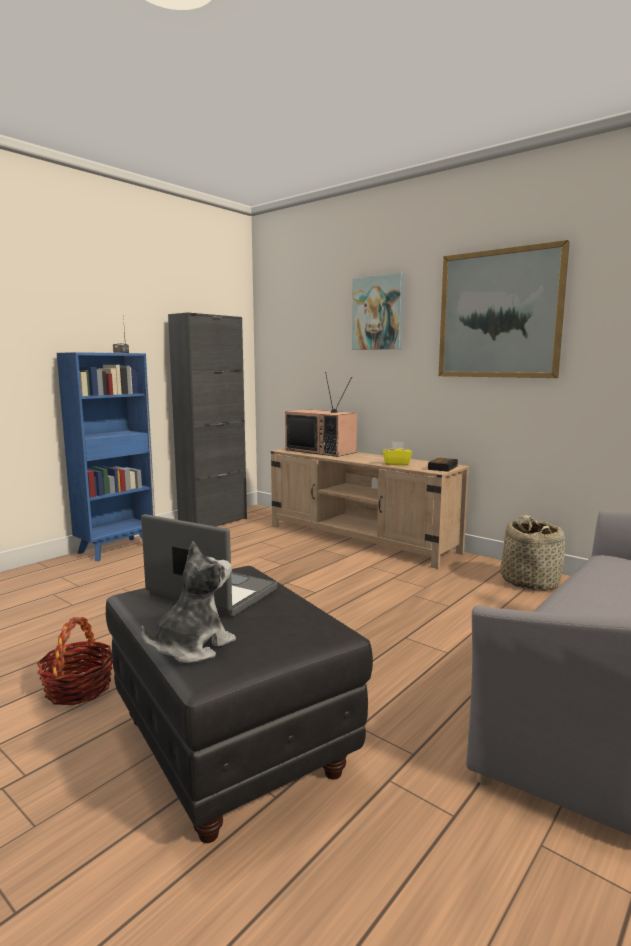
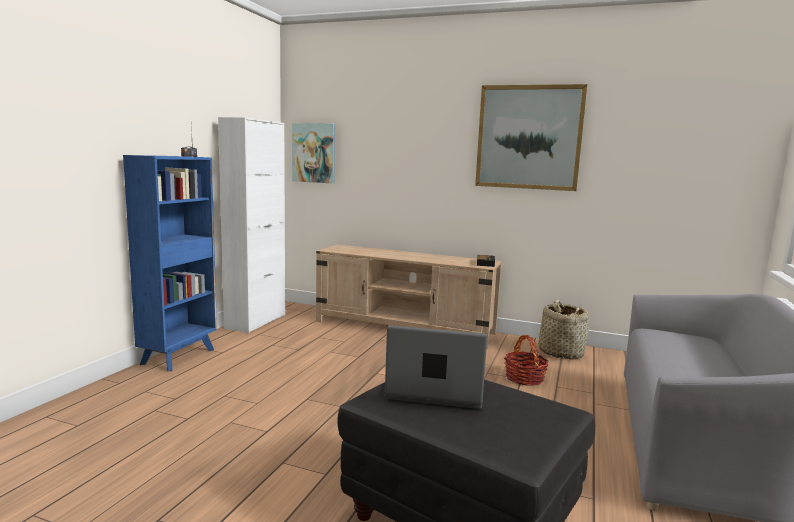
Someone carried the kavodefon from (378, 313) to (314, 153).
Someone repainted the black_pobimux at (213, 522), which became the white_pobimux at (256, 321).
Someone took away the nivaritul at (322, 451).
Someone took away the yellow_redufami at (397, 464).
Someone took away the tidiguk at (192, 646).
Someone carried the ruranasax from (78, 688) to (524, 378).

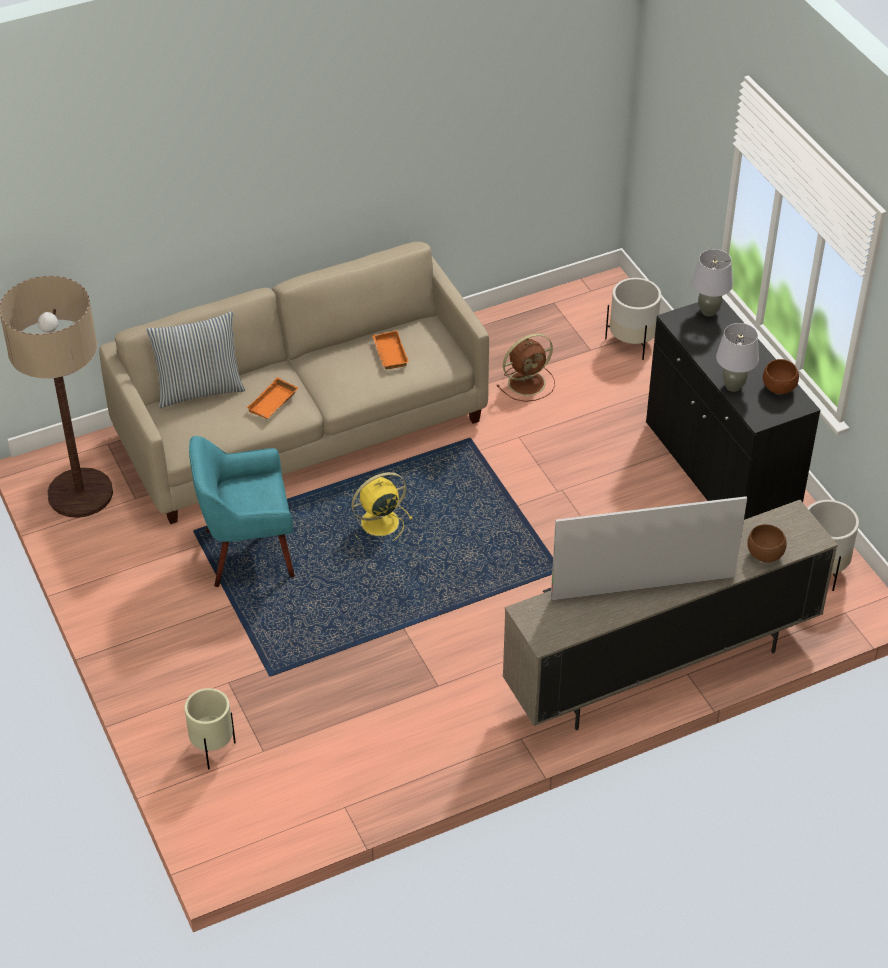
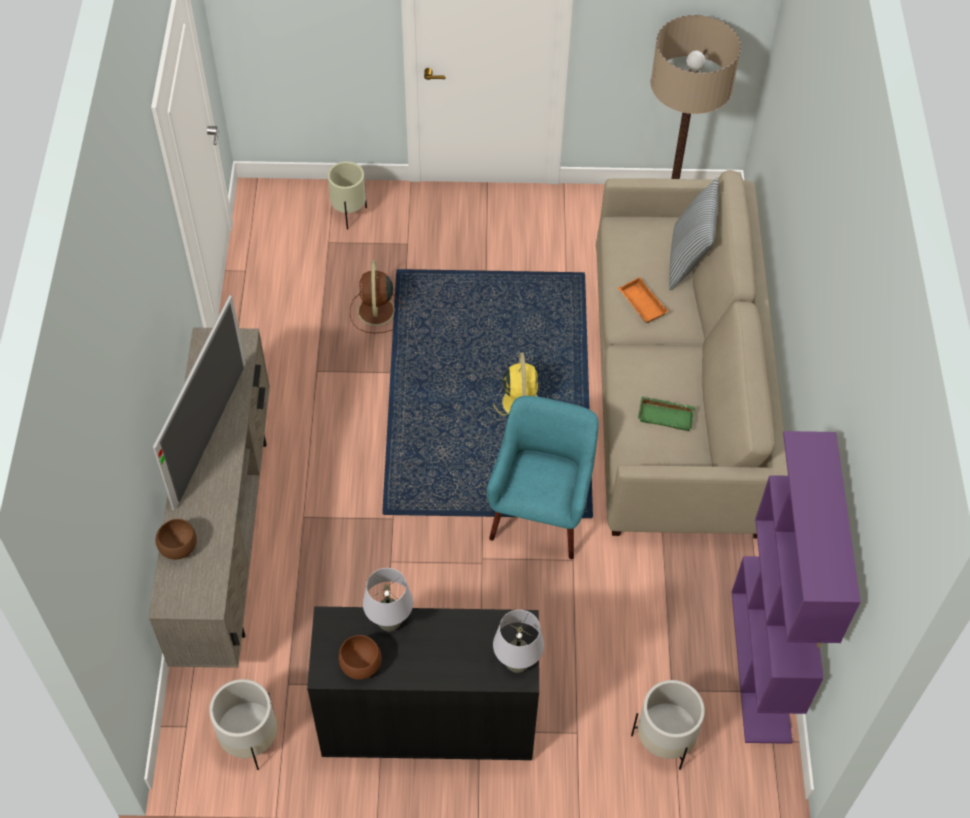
Someone repainted the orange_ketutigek at (388, 353), which became the green_ketutigek at (666, 415).
Someone carried the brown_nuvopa from (528, 382) to (376, 312).
Someone carried the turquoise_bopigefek from (248, 552) to (540, 514).
Someone put down the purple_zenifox at (761, 666).

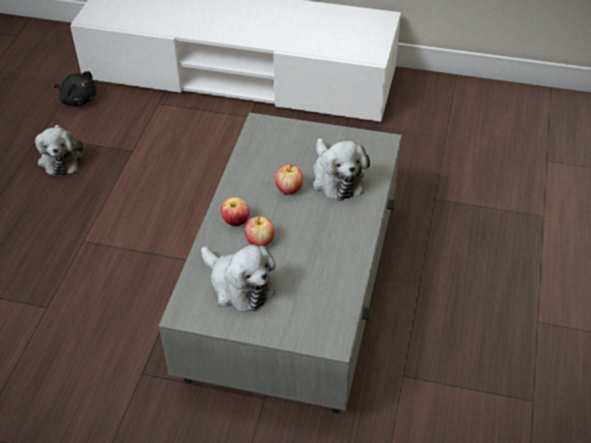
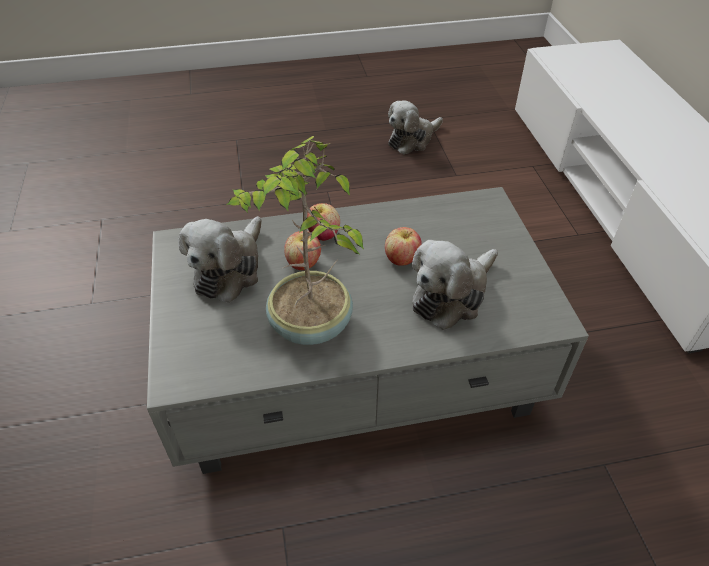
Someone took away the black_tidiguk at (78, 99).
Someone put down the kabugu at (309, 326).

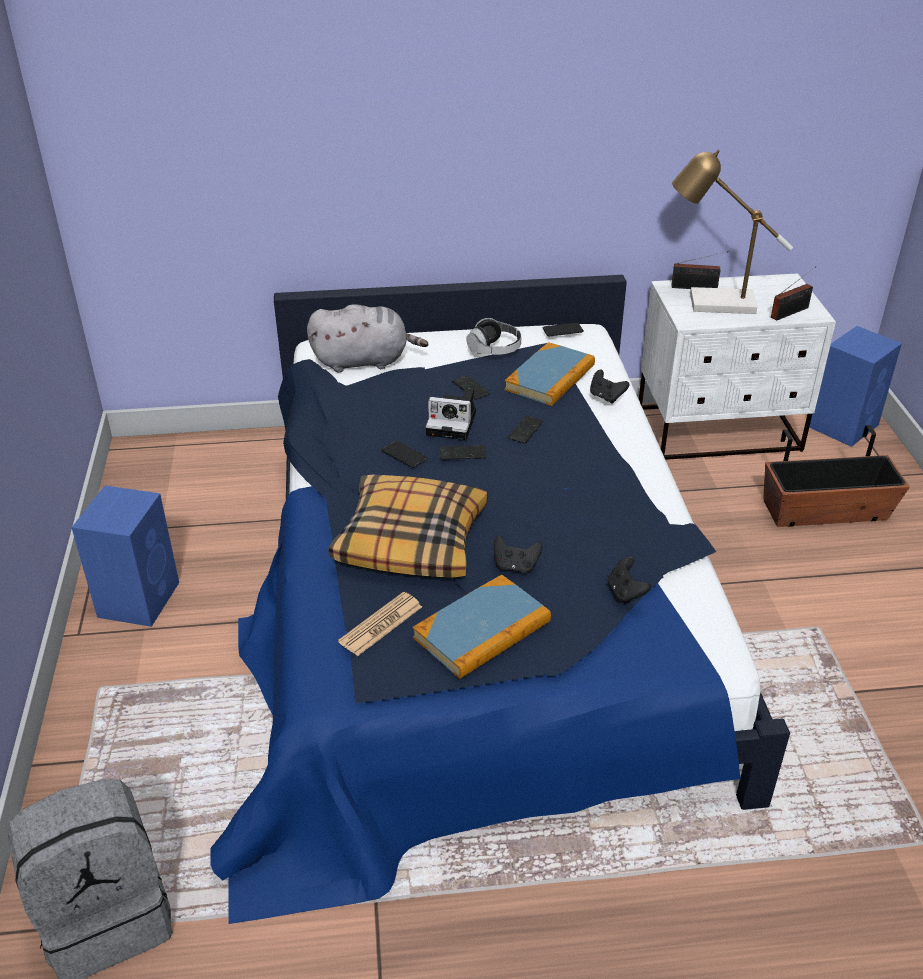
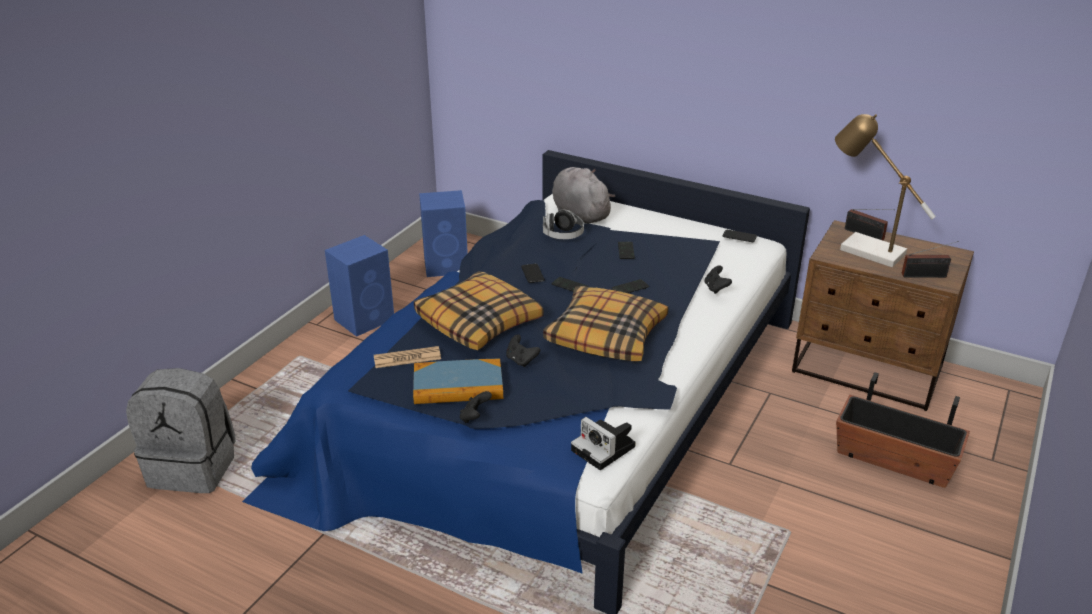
Someone repainted the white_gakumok at (719, 431), which became the brown_gakumok at (867, 370).
Someone rotated the grey_tidiguk at (364, 361) by 150 degrees counterclockwise.
Someone carried the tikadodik from (494, 350) to (563, 236).
Someone carried the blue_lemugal from (844, 425) to (447, 266).
Someone took away the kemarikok at (550, 378).
Someone carried the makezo from (454, 423) to (605, 449).
Someone carried the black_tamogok from (625, 592) to (474, 417).
Someone put down the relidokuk at (606, 335).

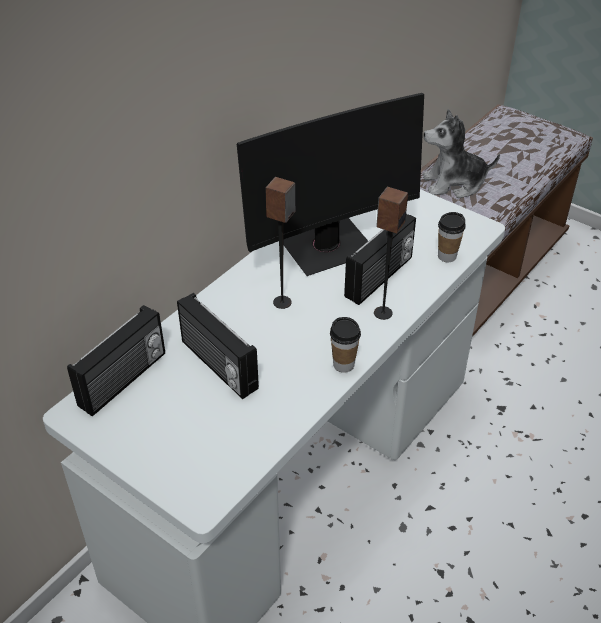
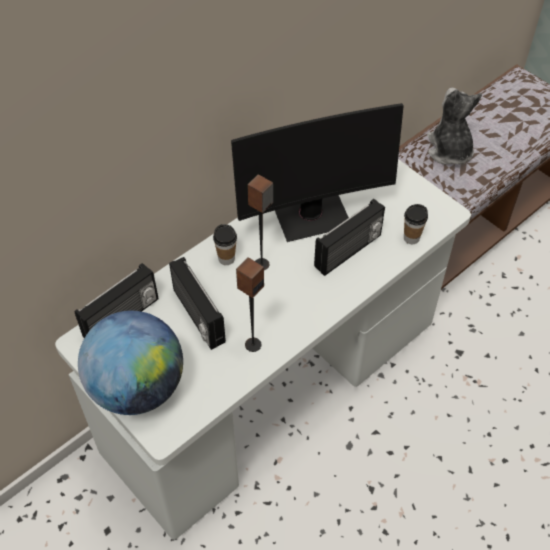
Someone rotated the tidiguk at (454, 184) by 75 degrees clockwise.
Someone carried the lemugal from (382, 313) to (252, 344).
Someone carried the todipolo from (343, 365) to (226, 259).
Someone put down the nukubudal at (137, 387).

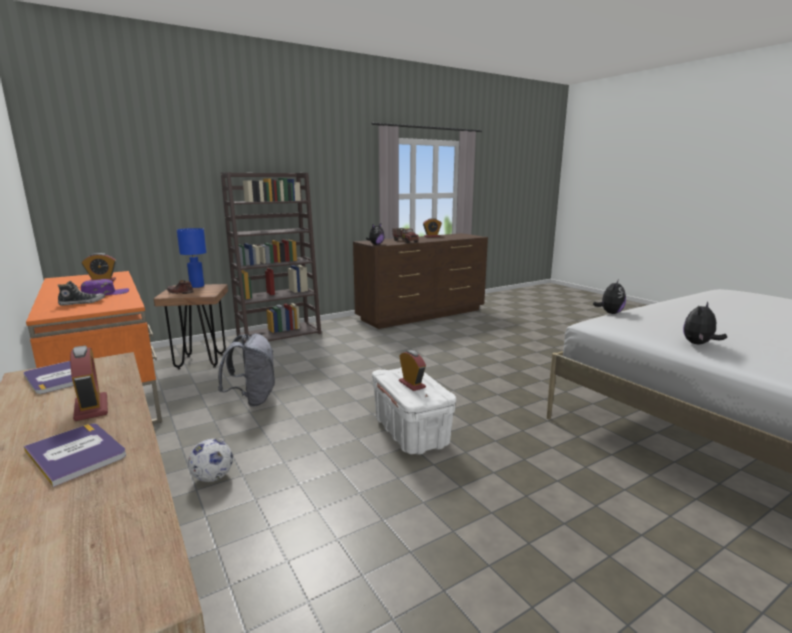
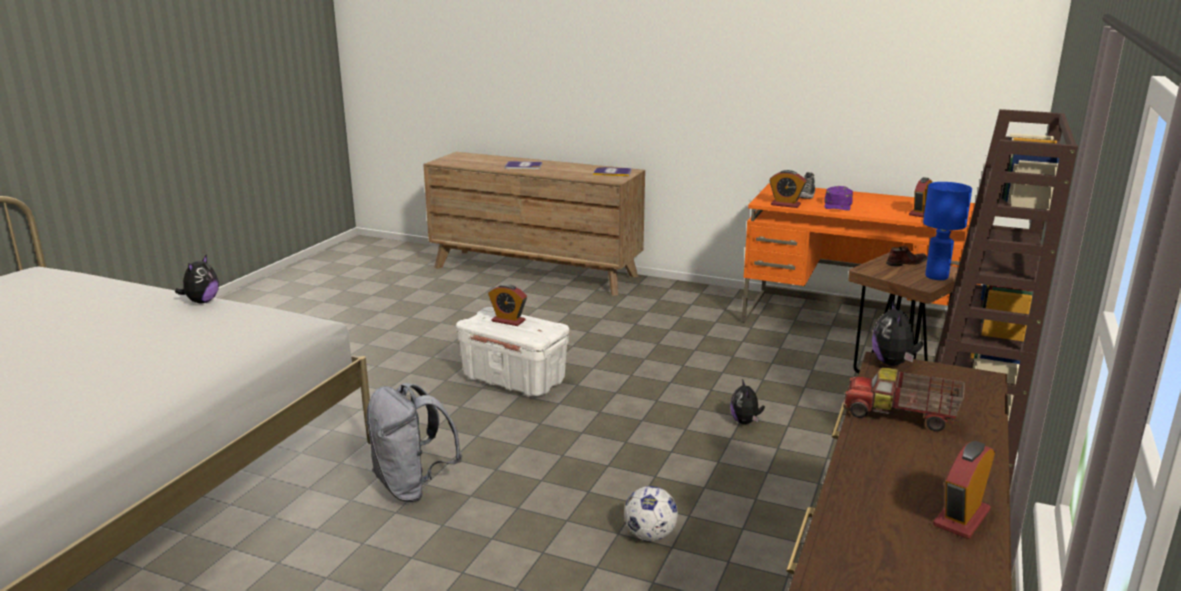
Someone carried the tidiguk from (610, 313) to (745, 422).
Someone carried the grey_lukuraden from (252, 399) to (412, 487).
Someone carried the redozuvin from (91, 408) to (785, 204).
Someone carried the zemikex from (212, 478) to (650, 535).

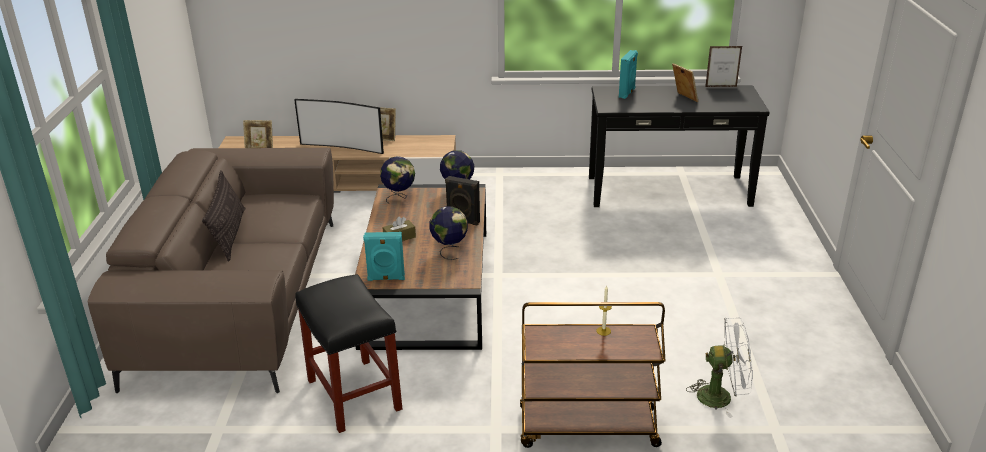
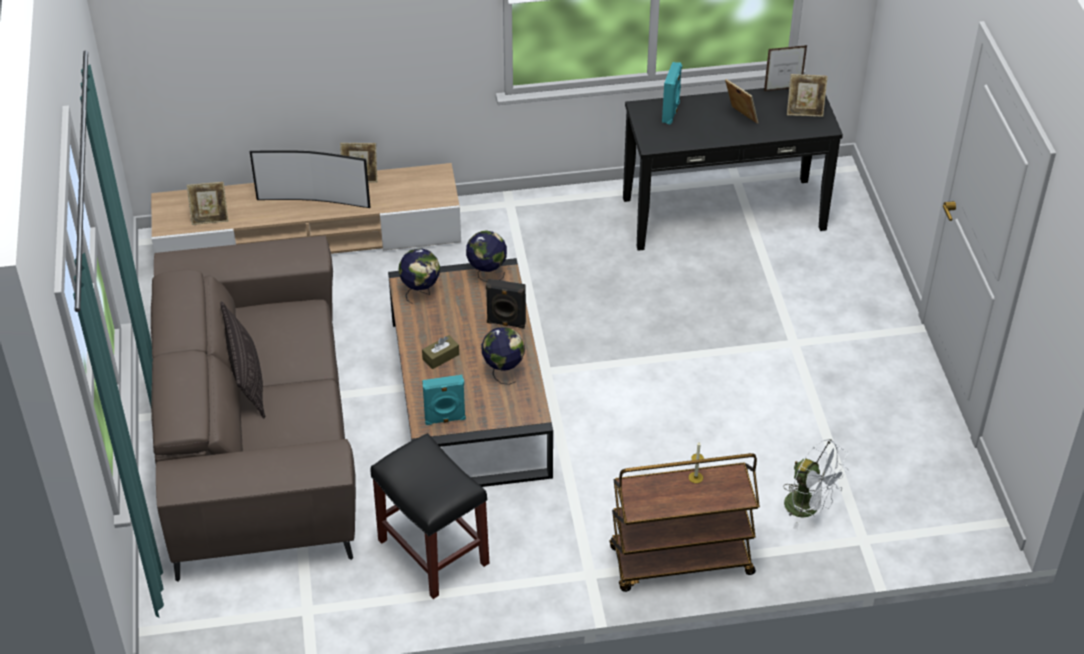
Someone rotated the white_nuvopa at (722, 396) by 45 degrees clockwise.
Someone put down the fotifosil at (804, 111).

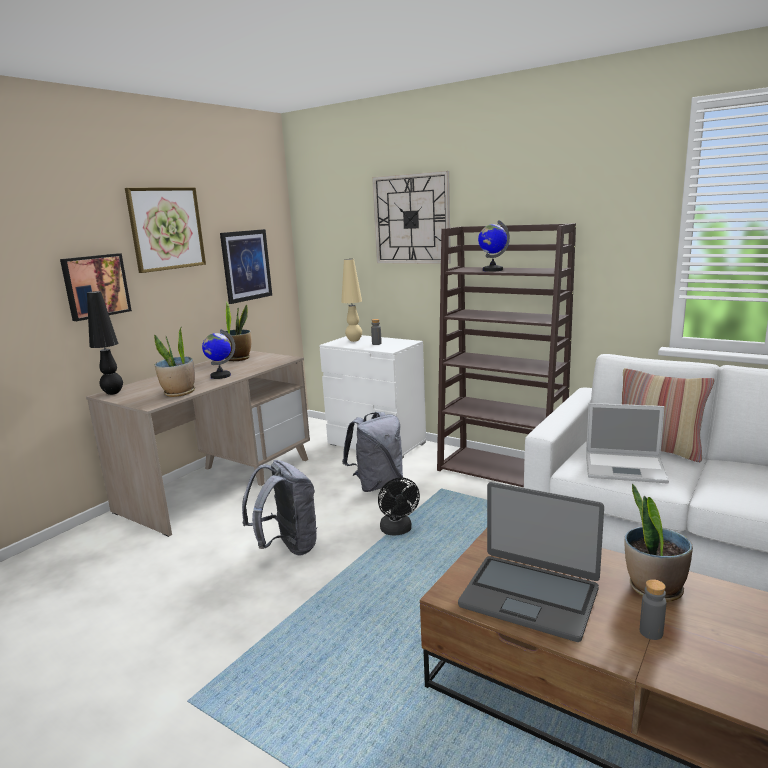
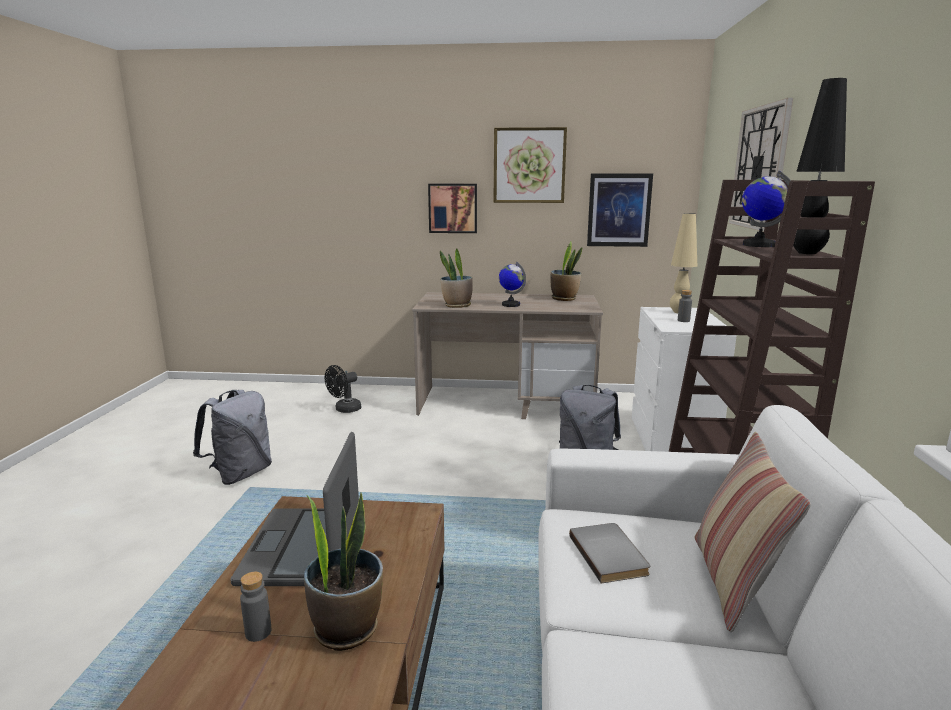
Someone carried the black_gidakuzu from (113, 393) to (807, 253).
Someone swapped the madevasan at (626, 468) for the grey_kemarikok at (610, 554).
Someone carried the grey_lukuraden from (287, 547) to (240, 474).
Someone carried the black_nuvopa from (398, 530) to (344, 410).

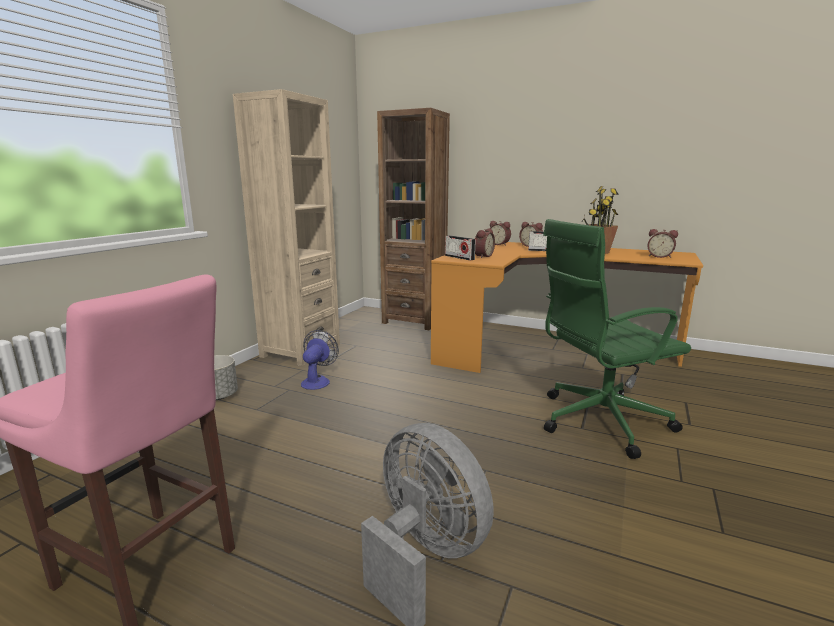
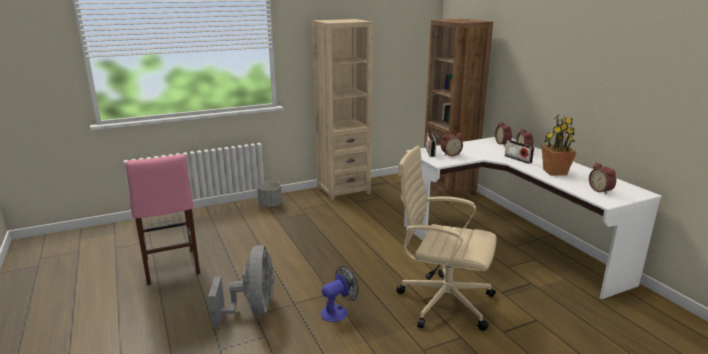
Someone repainted the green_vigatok at (598, 421), which became the beige_vigatok at (442, 301).
Someone repainted the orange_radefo at (545, 347), which became the white_radefo at (511, 242).
Someone carried the nuvopa from (317, 381) to (338, 311).

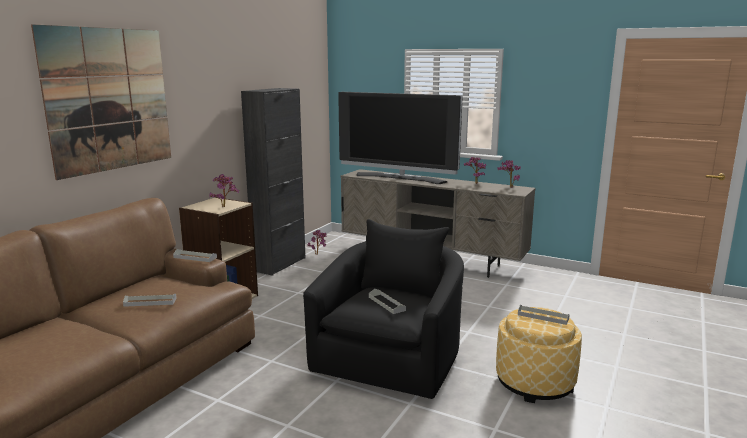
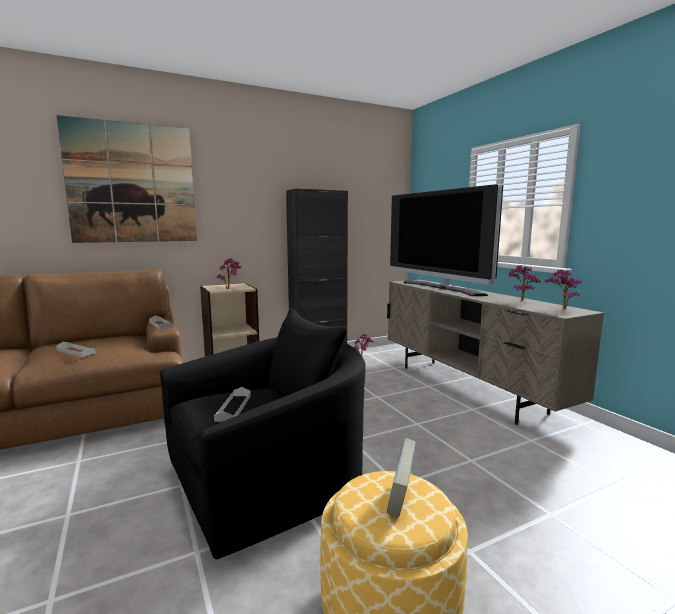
Someone swapped the grey_ketutigek at (543, 317) for the kemarikok at (401, 499).

